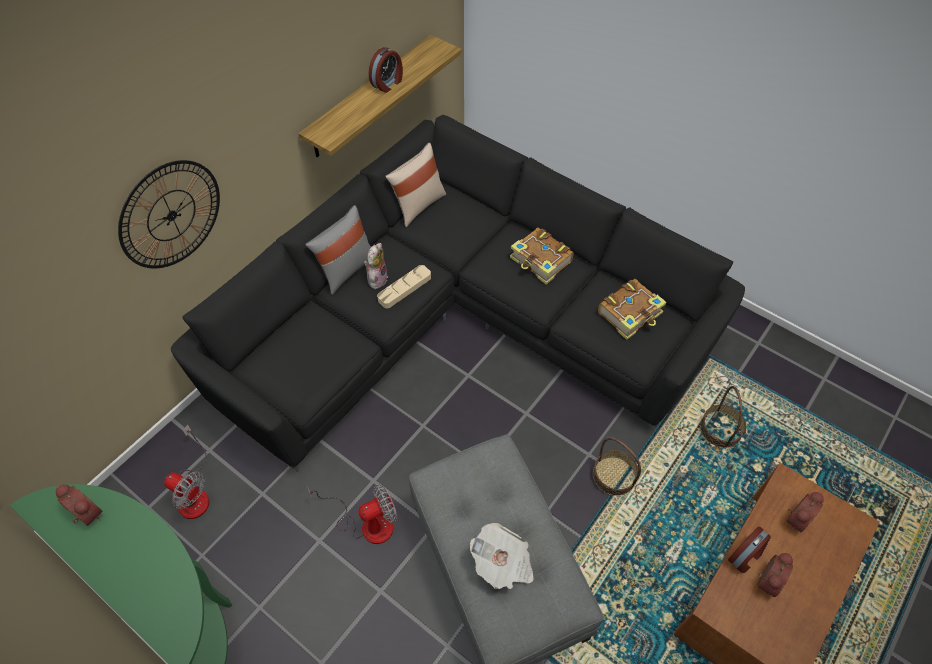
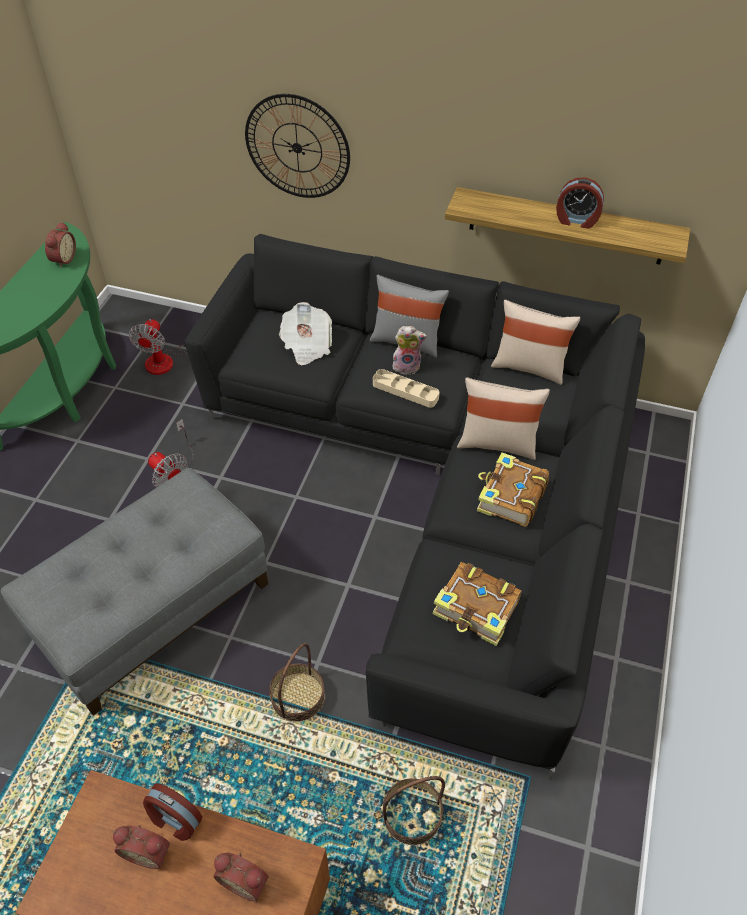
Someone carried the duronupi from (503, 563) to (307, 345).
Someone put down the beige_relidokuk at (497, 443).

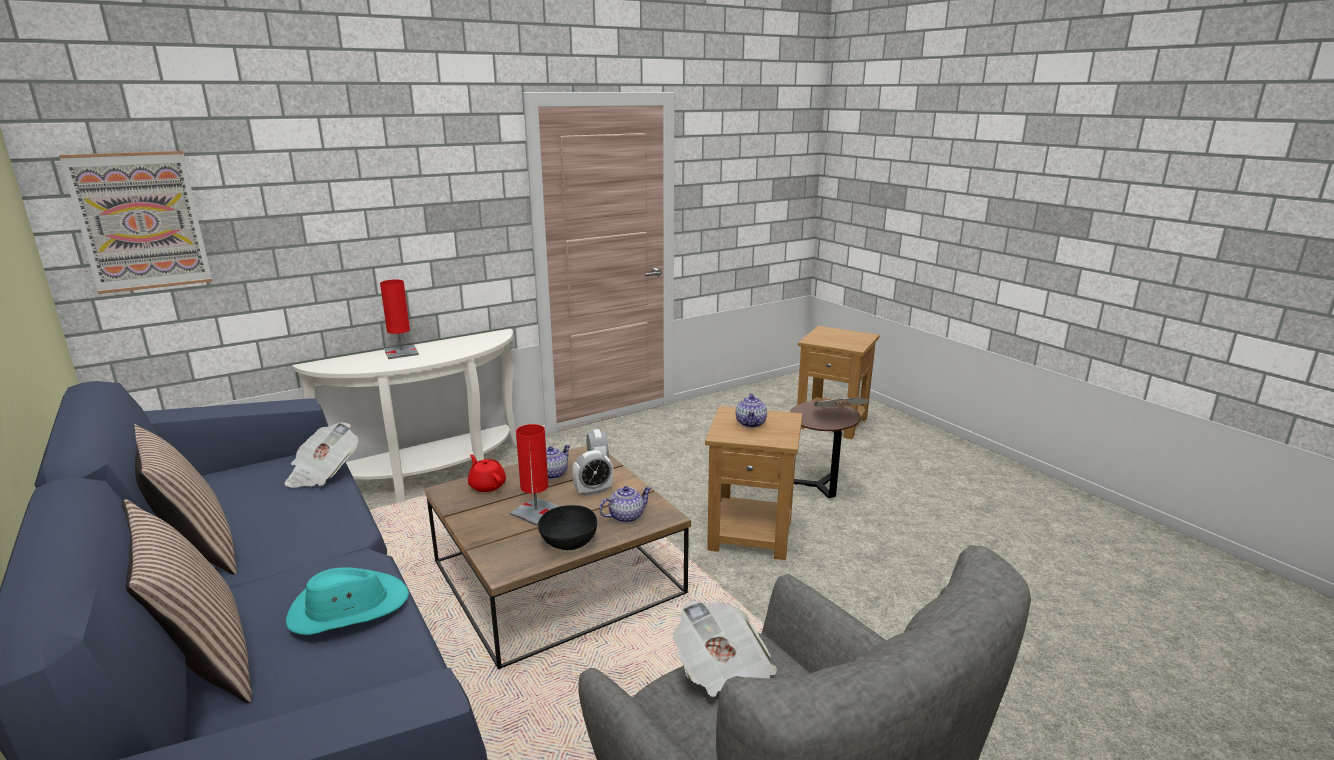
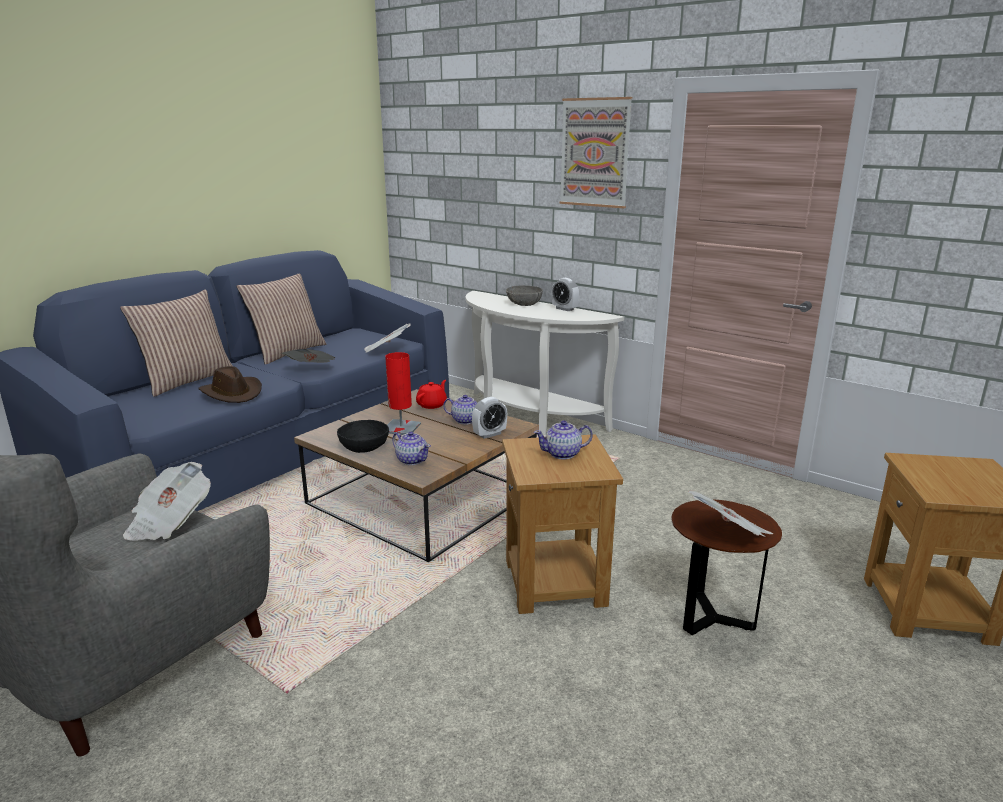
Someone carried the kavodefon from (140, 221) to (595, 153).
Someone swapped the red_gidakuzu at (401, 352) for the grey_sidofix at (524, 303).
Someone carried the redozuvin from (593, 491) to (564, 309).
Someone repainted the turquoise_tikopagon at (348, 608), which became the brown_tikopagon at (232, 393).
Someone put down the duronupi at (311, 370).

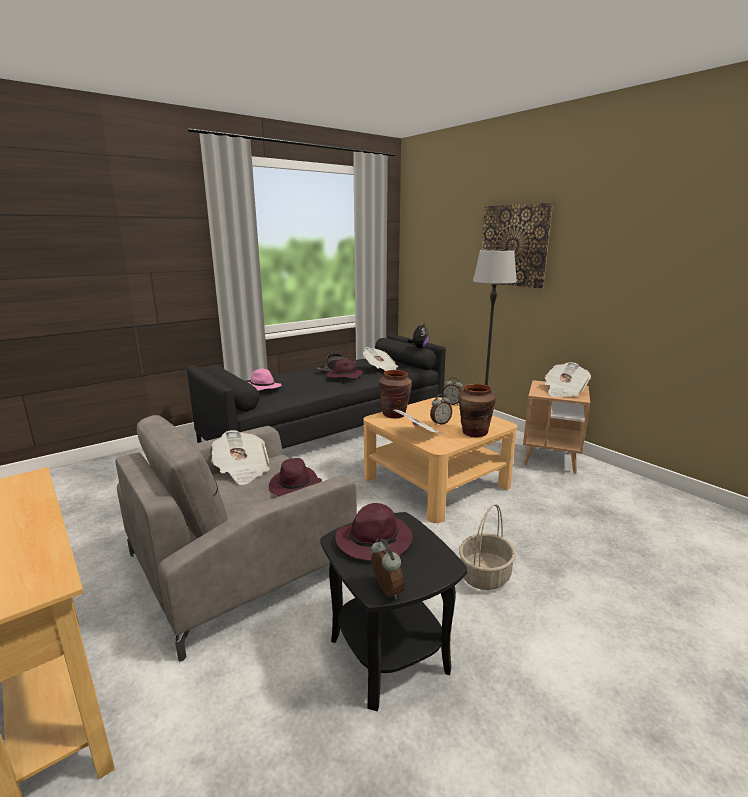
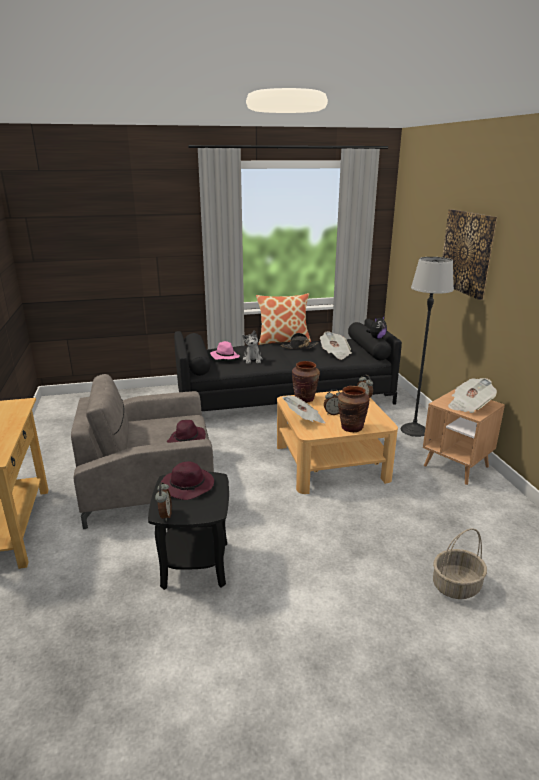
Someone took away the purple_tikopagon at (344, 376).
Someone took away the duronupi at (242, 471).
Someone carried the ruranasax from (485, 576) to (456, 586).
Someone put down the relidokuk at (283, 341).
Someone put down the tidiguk at (252, 359).

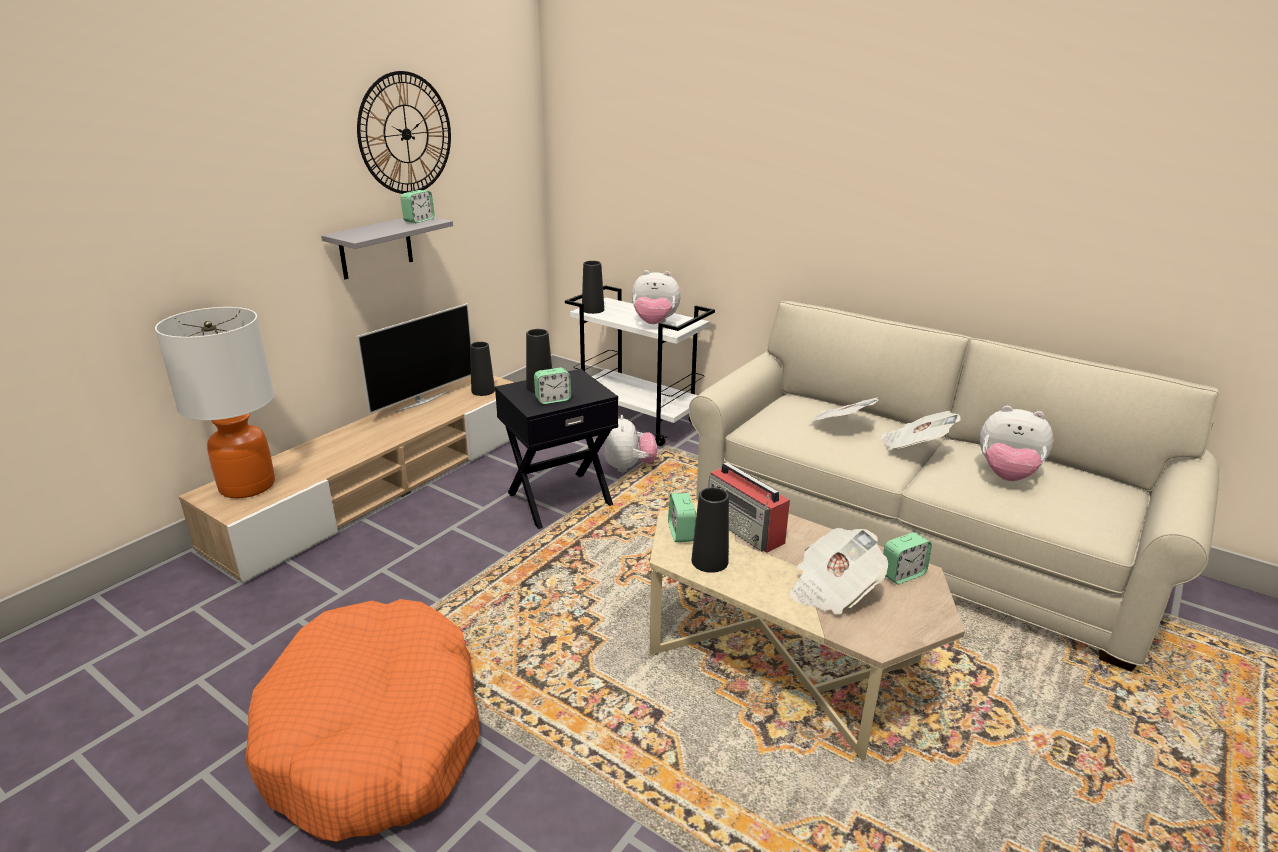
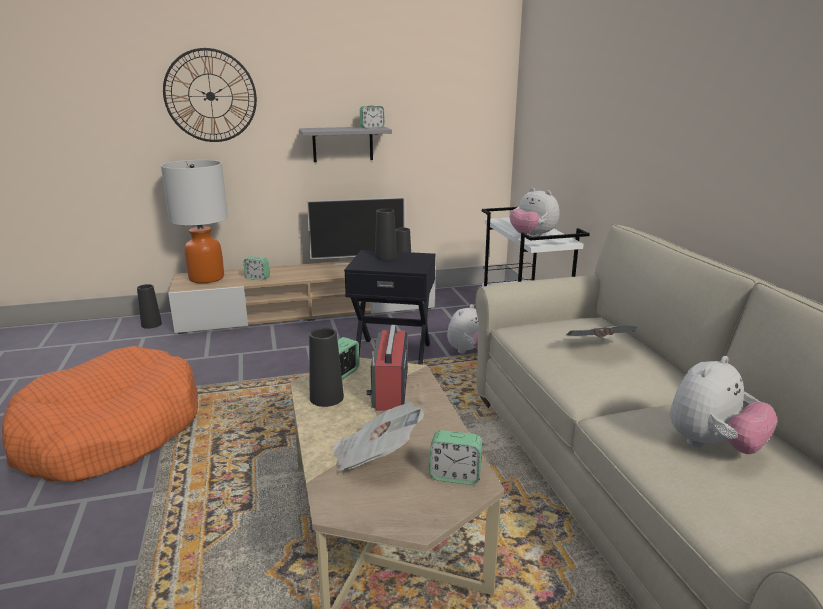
Someone carried the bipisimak from (406, 134) to (210, 96).
Someone carried the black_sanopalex from (593, 310) to (151, 324).
Someone carried the redozuvin from (553, 399) to (257, 278).
Someone rotated the tidiguk at (1007, 475) by 105 degrees counterclockwise.
Someone took away the duronupi at (914, 447).

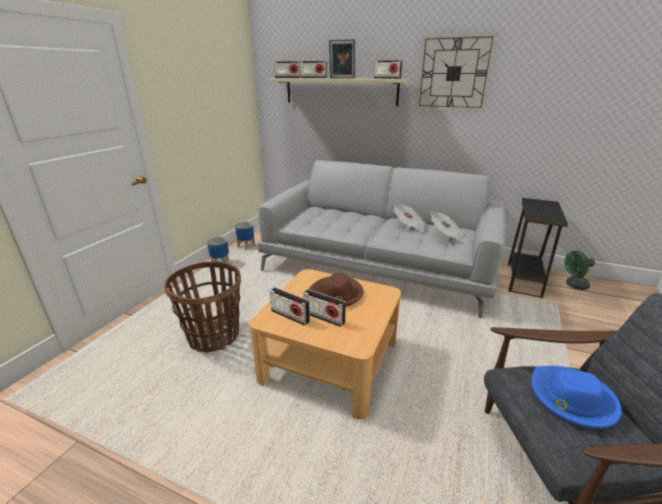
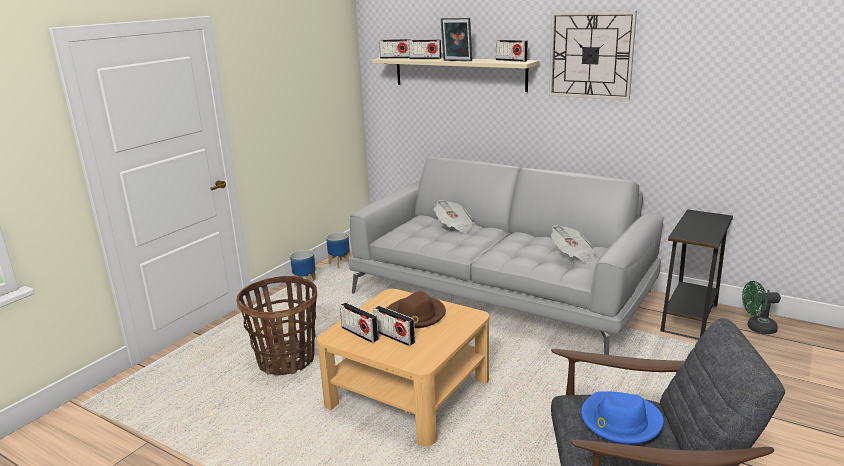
Someone carried the duronupi from (409, 226) to (454, 226).

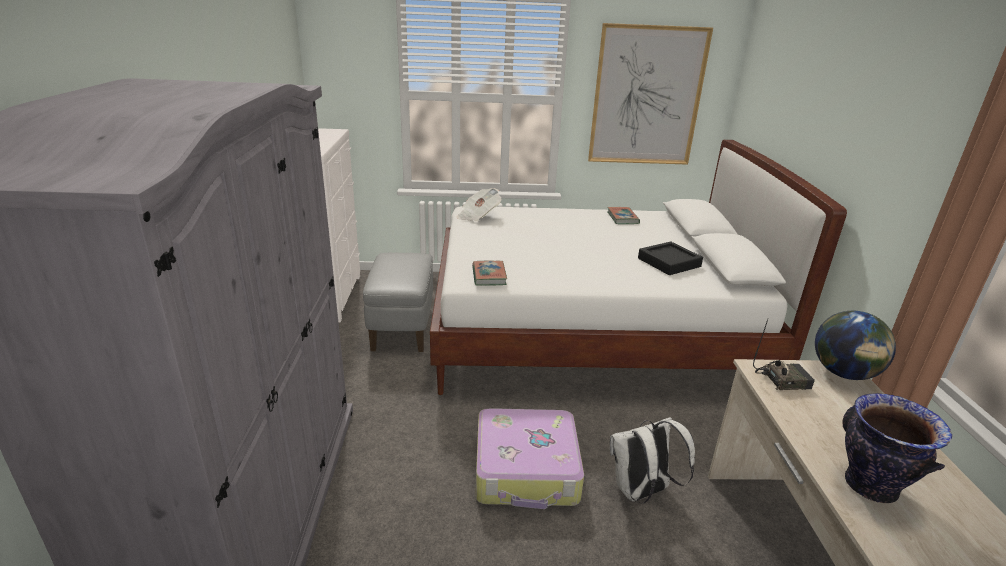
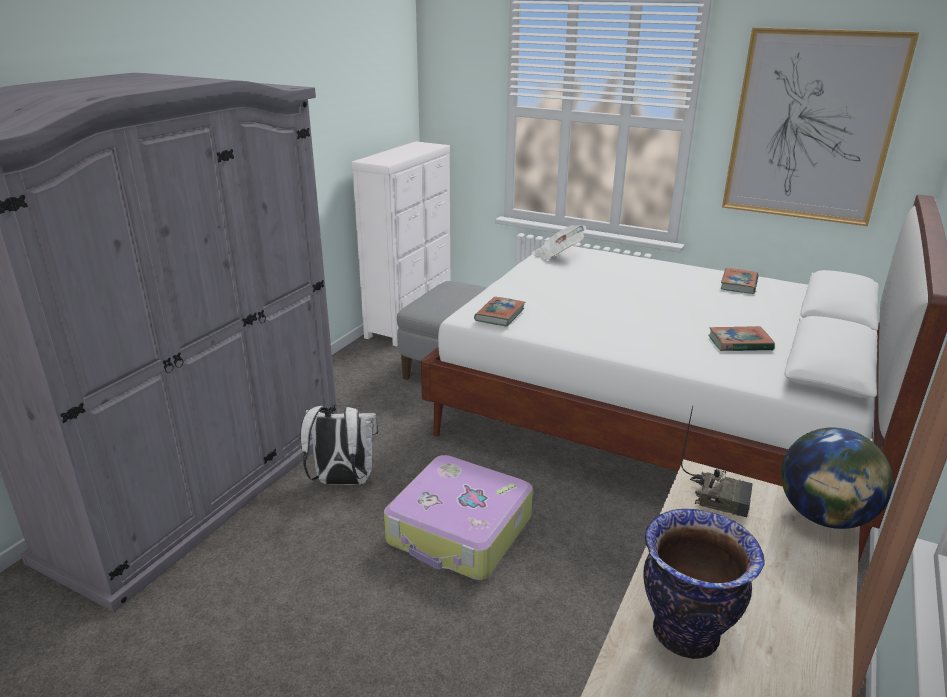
Someone swapped the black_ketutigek at (669, 262) for the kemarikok at (739, 343).
Someone carried the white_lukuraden from (641, 492) to (342, 481).

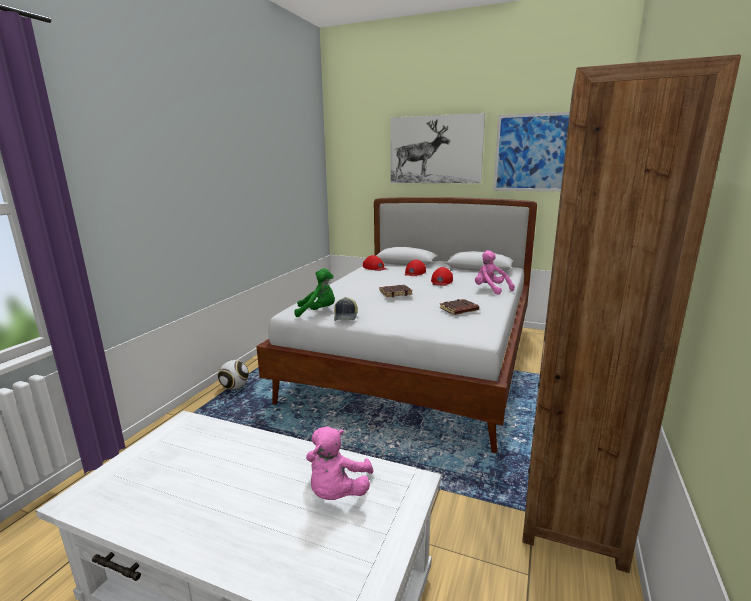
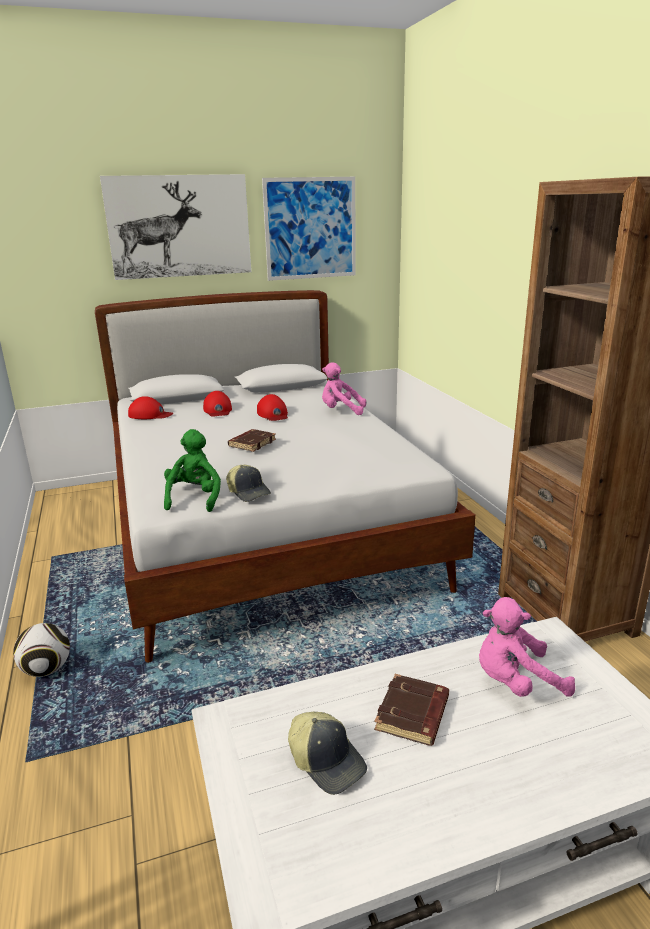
Someone rotated the green_tidiguk at (318, 312) by 45 degrees counterclockwise.
Someone carried the brown_kemarikok from (459, 310) to (413, 715).
Someone rotated the pink_tidiguk at (337, 492) by 105 degrees clockwise.
Someone put down the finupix at (327, 761).

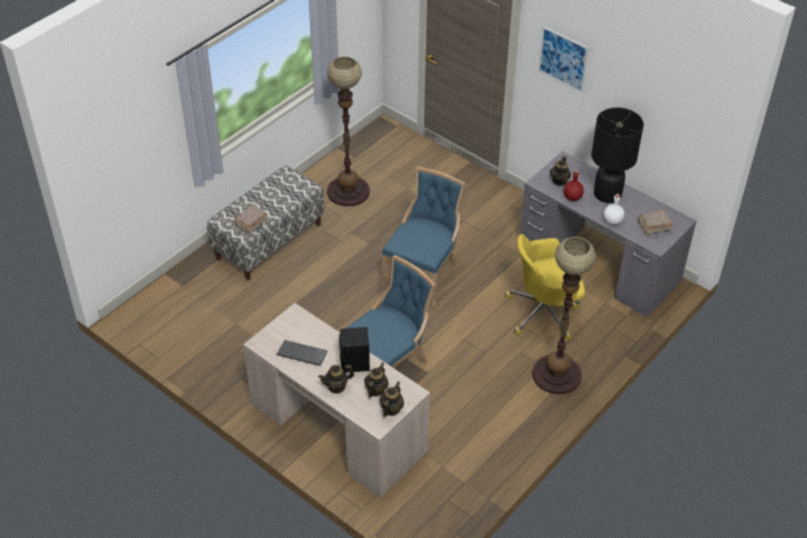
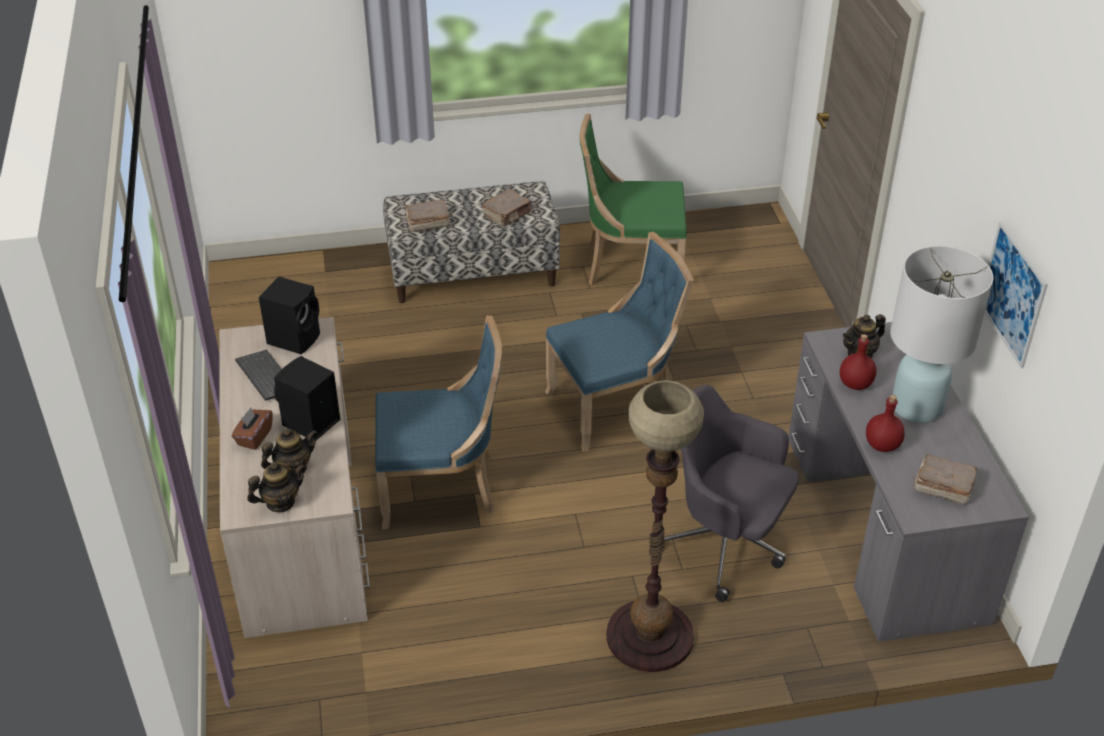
Someone carried the kavodefon from (563, 59) to (1012, 294).
Someone swapped the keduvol at (348, 191) for the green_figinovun at (630, 266).
Someone repainted the black_gidakuzu at (607, 194), which became the white_gidakuzu at (917, 407).
Someone repainted the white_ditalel at (613, 221), which became the red_ditalel at (883, 445).
Someone repainted the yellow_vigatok at (544, 312), which became the grey_vigatok at (725, 545).
Someone swapped the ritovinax at (336, 387) for the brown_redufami at (254, 437).
Someone put down the brown_kemarikok at (507, 214).
Someone put down the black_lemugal at (295, 338).

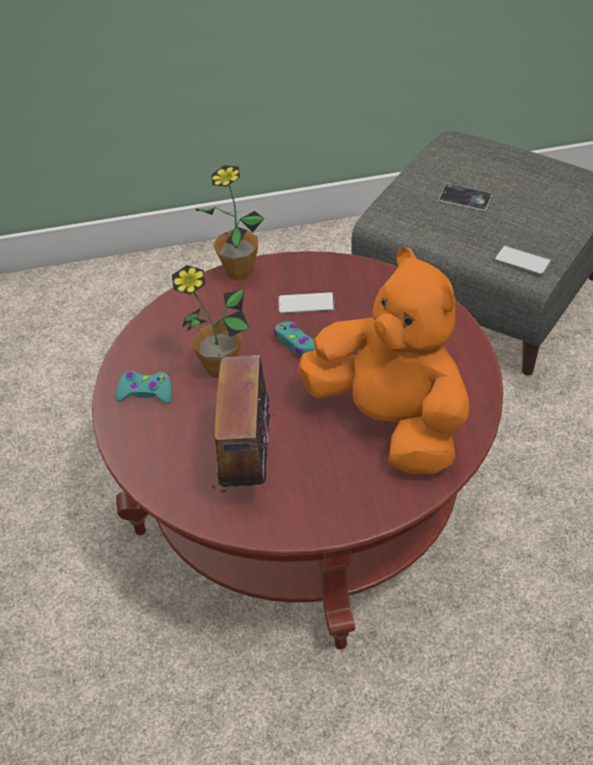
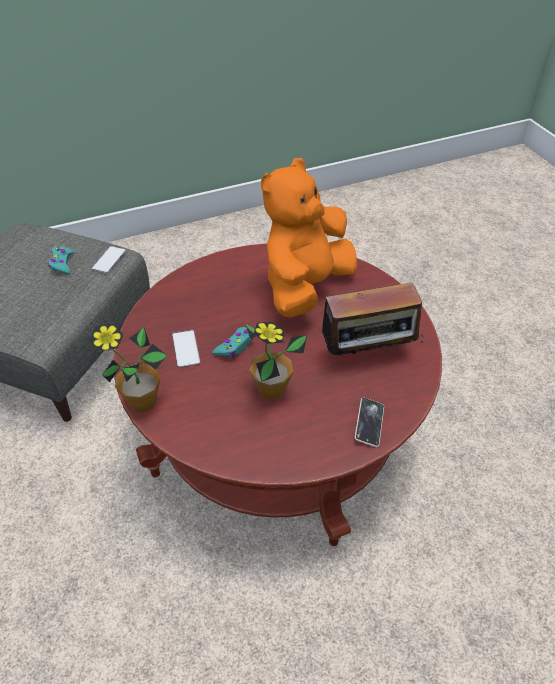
Someone carried the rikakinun from (465, 200) to (369, 424).
Someone carried the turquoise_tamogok from (146, 392) to (62, 263).

